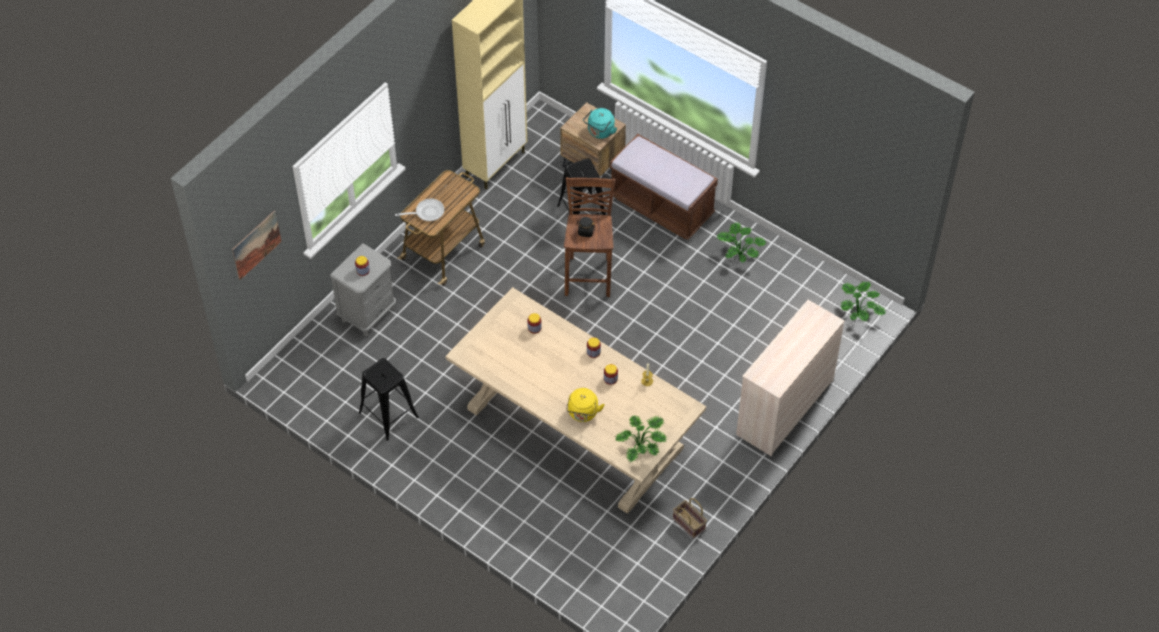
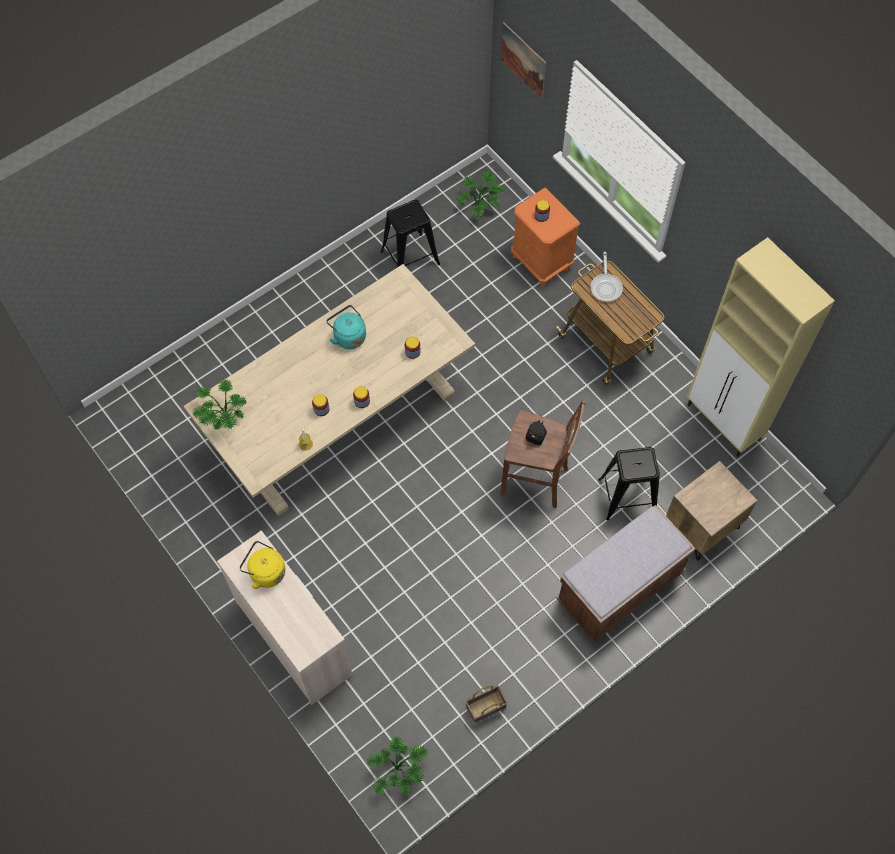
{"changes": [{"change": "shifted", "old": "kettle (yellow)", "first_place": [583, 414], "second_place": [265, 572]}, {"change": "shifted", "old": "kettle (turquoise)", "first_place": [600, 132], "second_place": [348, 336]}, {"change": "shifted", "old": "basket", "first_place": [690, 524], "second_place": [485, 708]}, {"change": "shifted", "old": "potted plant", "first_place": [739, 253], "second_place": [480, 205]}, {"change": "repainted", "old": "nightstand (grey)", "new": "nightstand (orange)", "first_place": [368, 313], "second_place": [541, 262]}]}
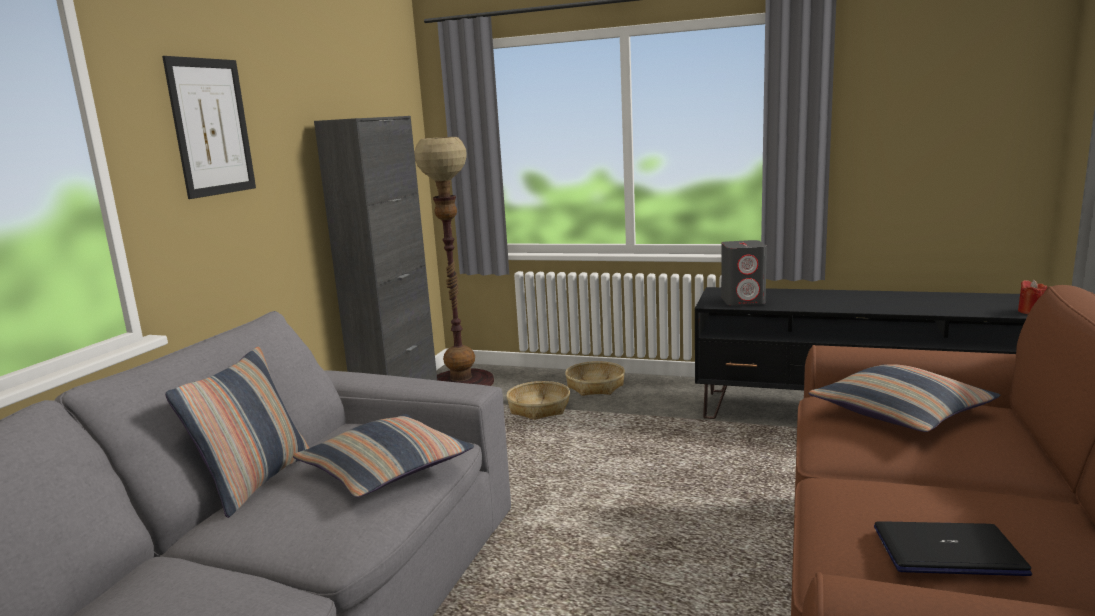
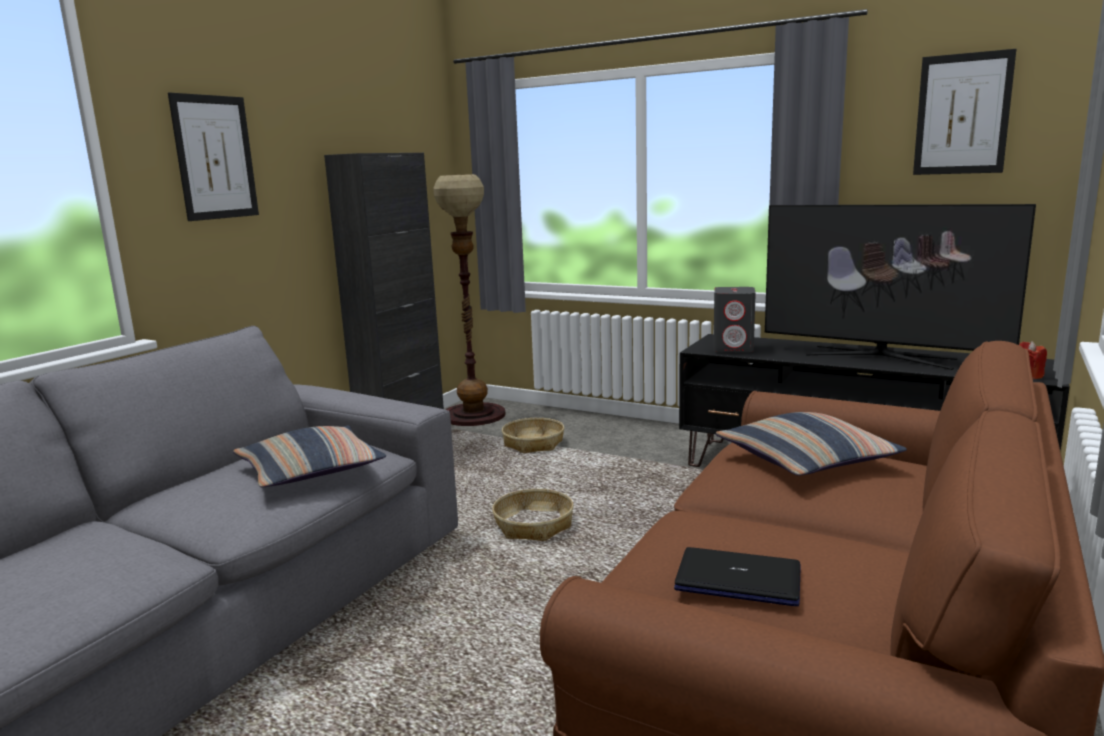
{"changes": [{"change": "gone", "old": "pillow", "first_place": [255, 482]}, {"change": "new", "new": "television", "second_place": [879, 356]}, {"change": "new", "new": "picture", "second_place": [962, 114]}, {"change": "shifted", "old": "basket", "first_place": [595, 386], "second_place": [534, 525]}]}
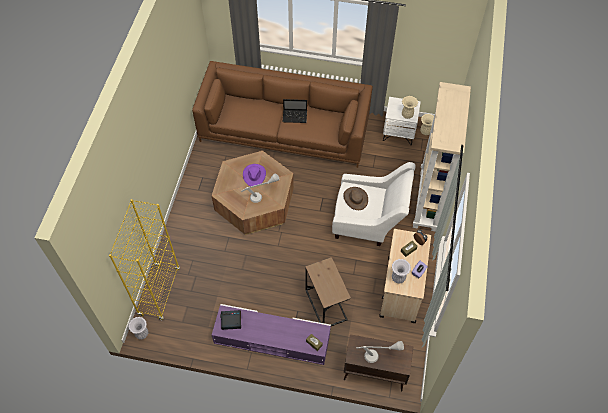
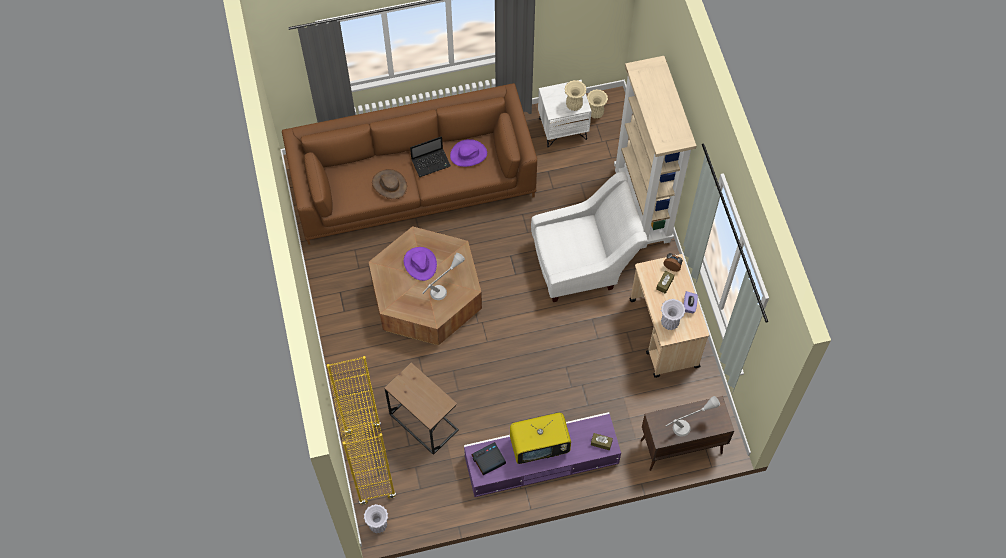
{"changes": [{"change": "new", "new": "hat (purple)", "second_place": [468, 154]}, {"change": "new", "new": "television", "second_place": [539, 446]}, {"change": "shifted", "old": "side table (brown)", "first_place": [325, 304], "second_place": [423, 422]}, {"change": "shifted", "old": "hat (brown)", "first_place": [355, 198], "second_place": [389, 185]}]}
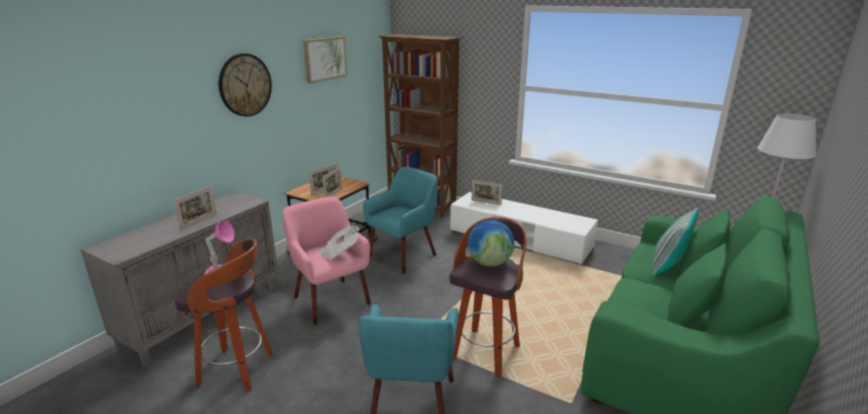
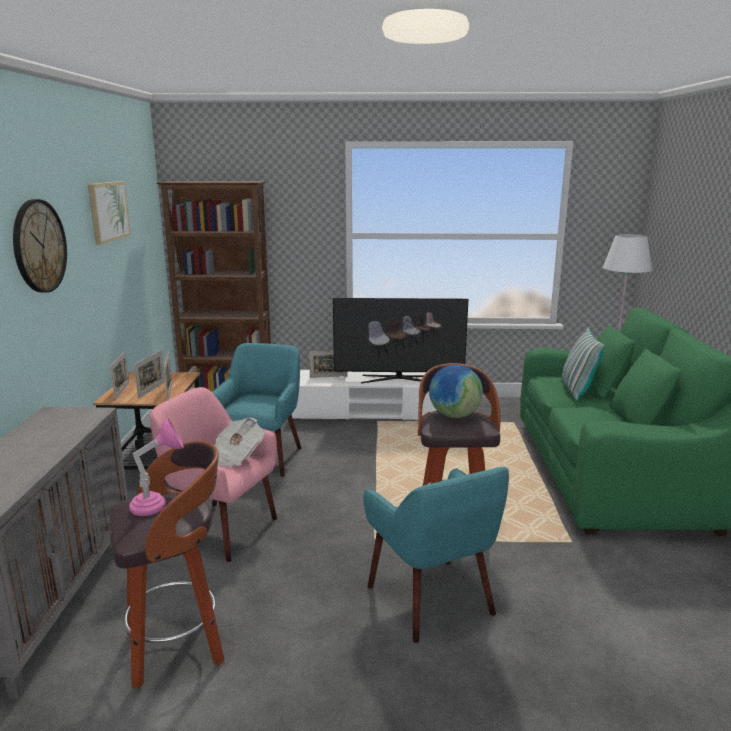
{"changes": [{"change": "new", "new": "television", "second_place": [398, 379]}, {"change": "shifted", "old": "picture frame", "first_place": [199, 222], "second_place": [122, 391]}]}
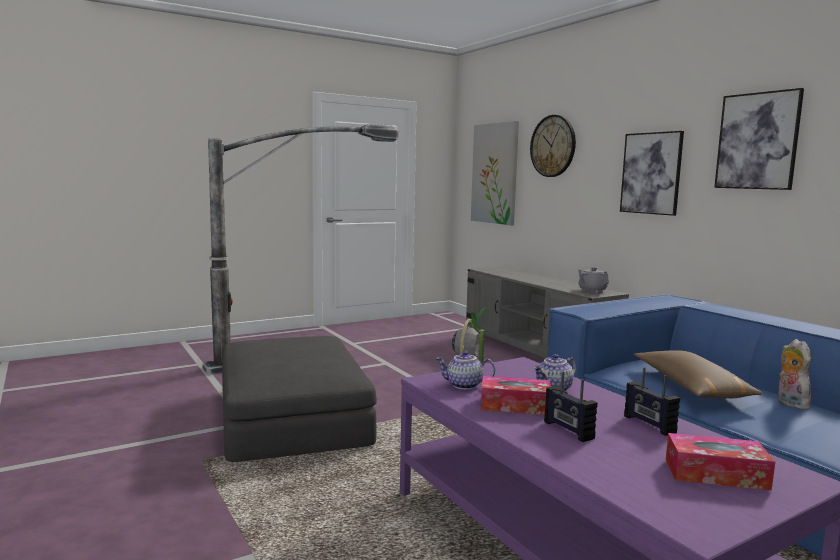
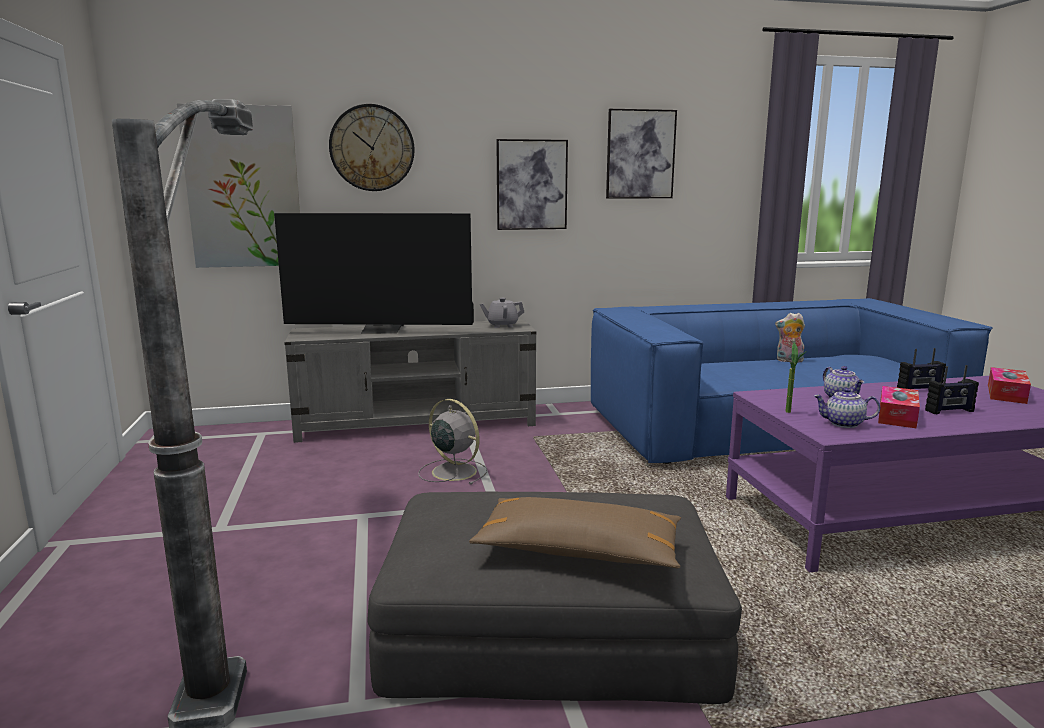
{"changes": [{"change": "new", "new": "television", "second_place": [382, 330]}, {"change": "shifted", "old": "pillow (brown)", "first_place": [691, 386], "second_place": [578, 550]}, {"change": "rotated", "old": "teapot", "first_place": [464, 385], "second_place": [843, 424], "degrees": 75}]}
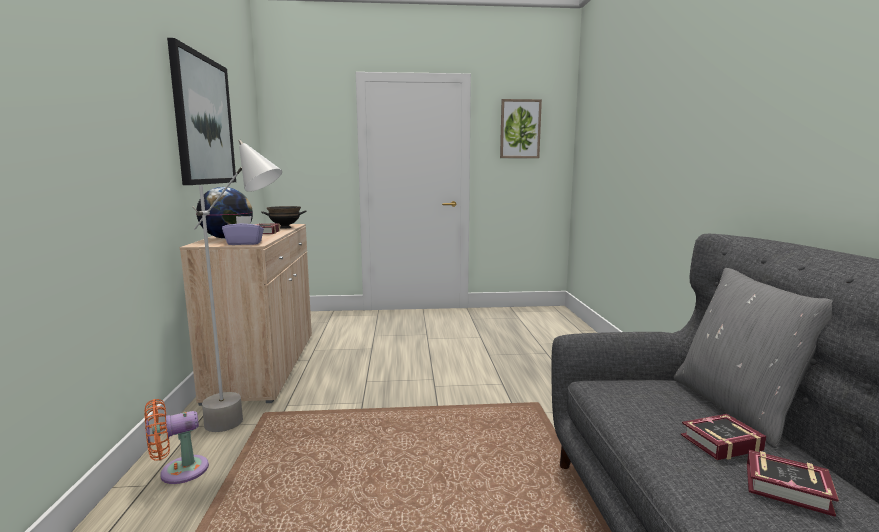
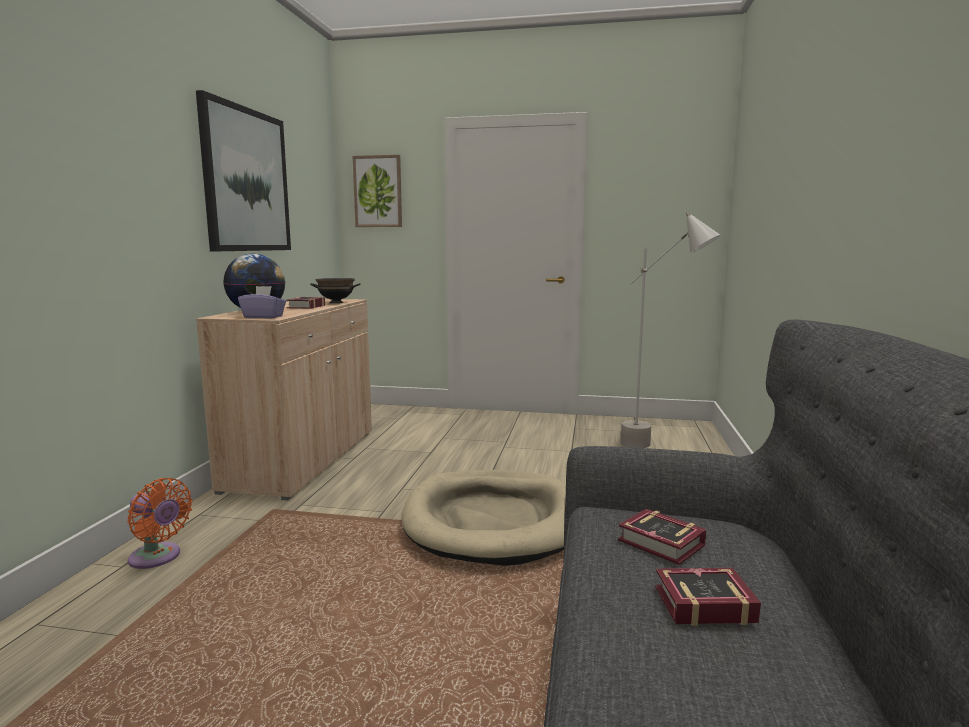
{"changes": [{"change": "gone", "old": "pillow (grey)", "first_place": [738, 407]}, {"change": "new", "new": "dog bed (beige)", "second_place": [493, 521]}, {"change": "shifted", "old": "floor lamp (grey)", "first_place": [250, 426], "second_place": [660, 447]}, {"change": "shifted", "old": "picture", "first_place": [520, 129], "second_place": [378, 191]}, {"change": "shifted", "old": "book", "first_place": [791, 491], "second_place": [663, 545]}, {"change": "rotated", "old": "fan (orange)", "first_place": [178, 471], "second_place": [157, 558], "degrees": -135}]}
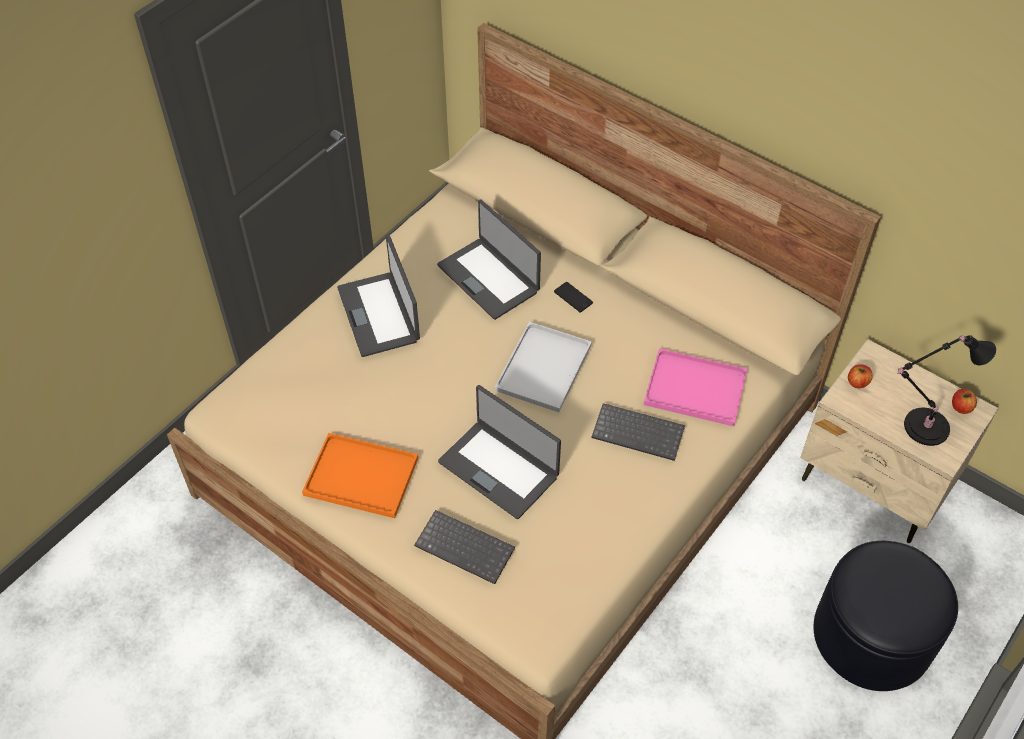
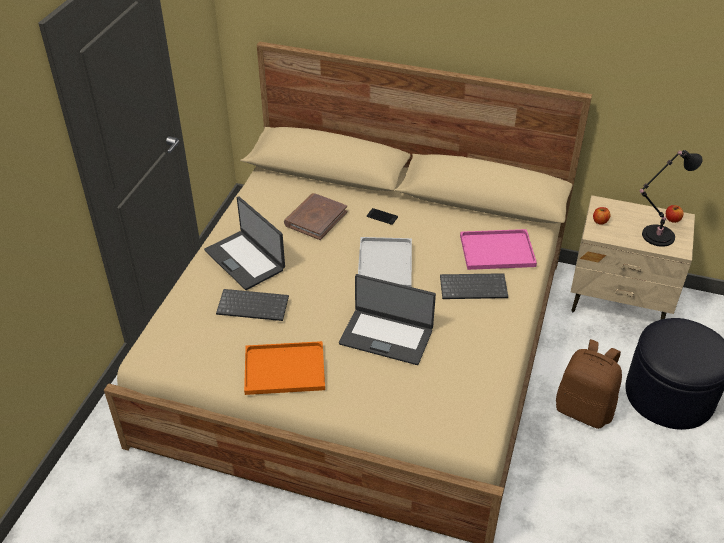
{"changes": [{"change": "new", "new": "backpack (brown)", "second_place": [584, 409]}, {"change": "shifted", "old": "keyboard", "first_place": [466, 547], "second_place": [254, 305]}, {"change": "swapped", "old": "laptop", "new": "book (brown)", "first_place": [489, 278], "second_place": [315, 218]}]}
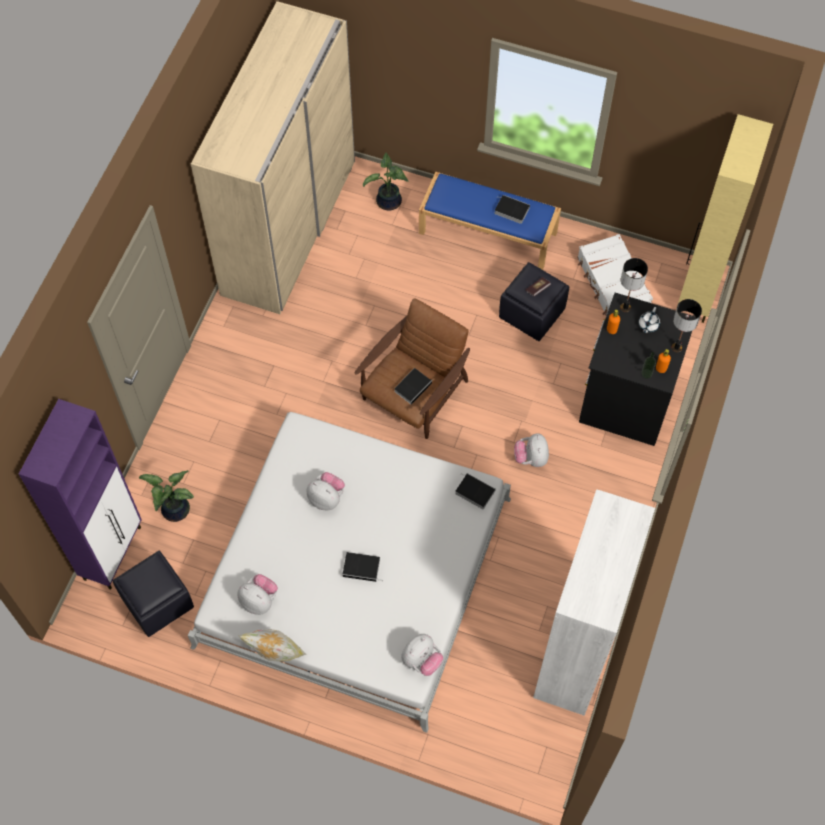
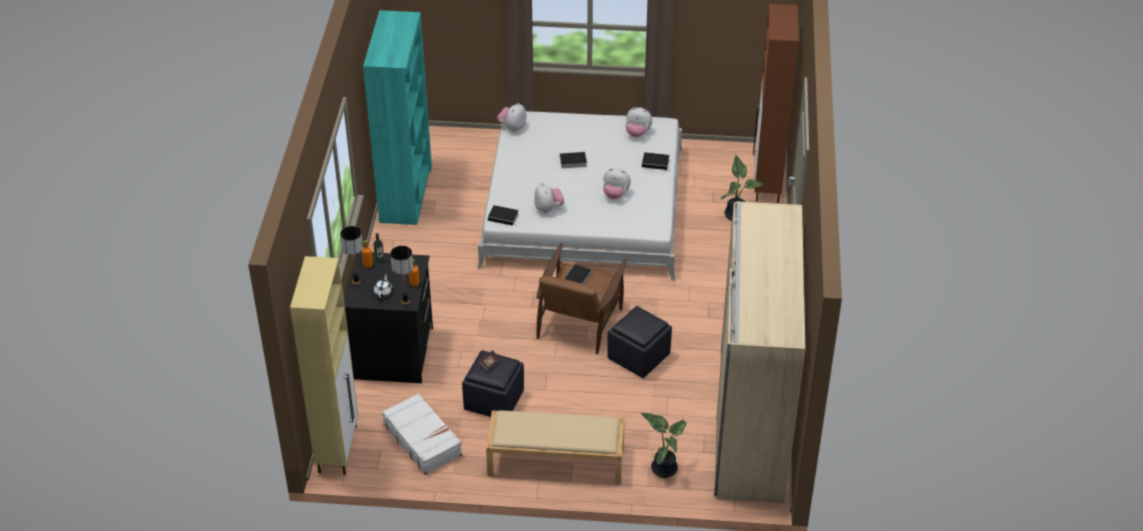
{"changes": [{"change": "gone", "old": "pillow", "first_place": [275, 653]}, {"change": "shifted", "old": "ottoman (black)", "first_place": [157, 601], "second_place": [639, 357]}, {"change": "shifted", "old": "book", "first_place": [510, 210], "second_place": [656, 162]}, {"change": "shifted", "old": "plush toy", "first_place": [531, 458], "second_place": [548, 208]}, {"change": "repainted", "old": "cabinet (purple)", "new": "cabinet (brown)", "first_place": [113, 552], "second_place": [767, 185]}, {"change": "repainted", "old": "bench (blue)", "new": "bench (beige)", "first_place": [489, 232], "second_place": [555, 461]}, {"change": "repainted", "old": "bookcase (white)", "new": "bookcase (turquoise)", "first_place": [576, 652], "second_place": [406, 194]}]}
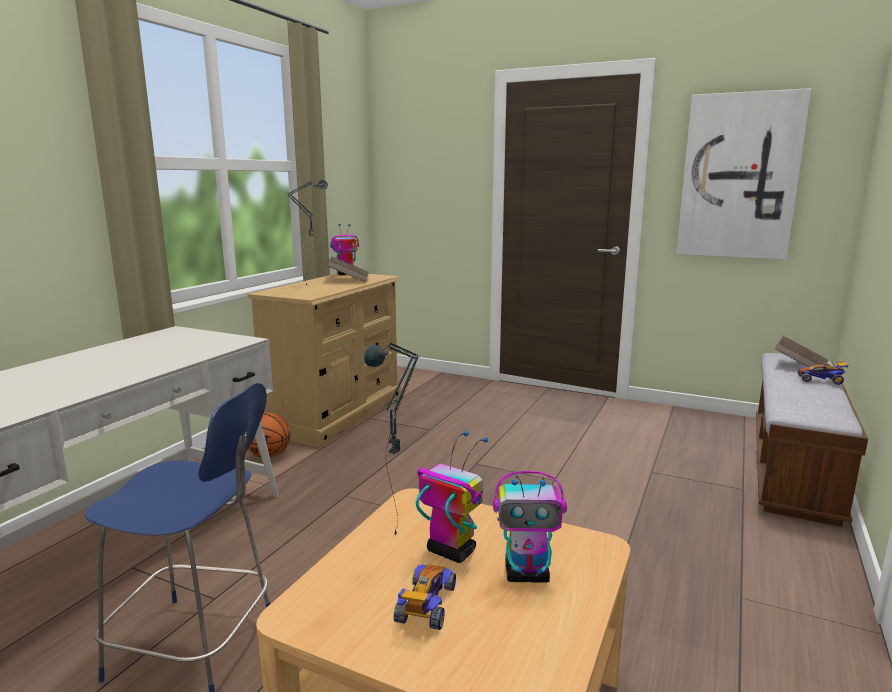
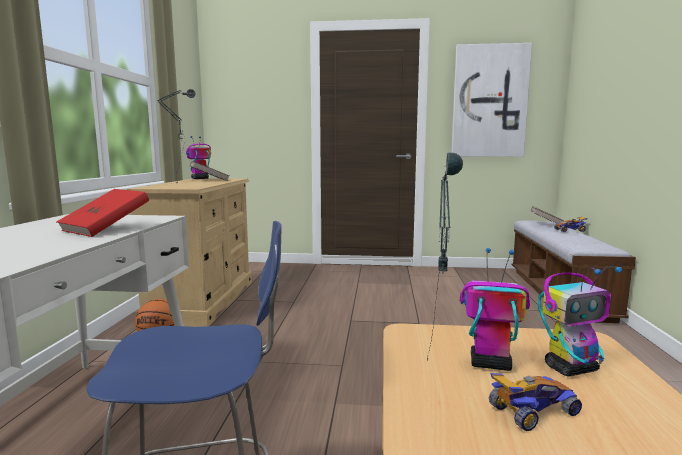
{"changes": [{"change": "new", "new": "book (red)", "second_place": [106, 229]}, {"change": "rotated", "old": "toy car", "first_place": [426, 607], "second_place": [532, 412], "degrees": 75}]}
